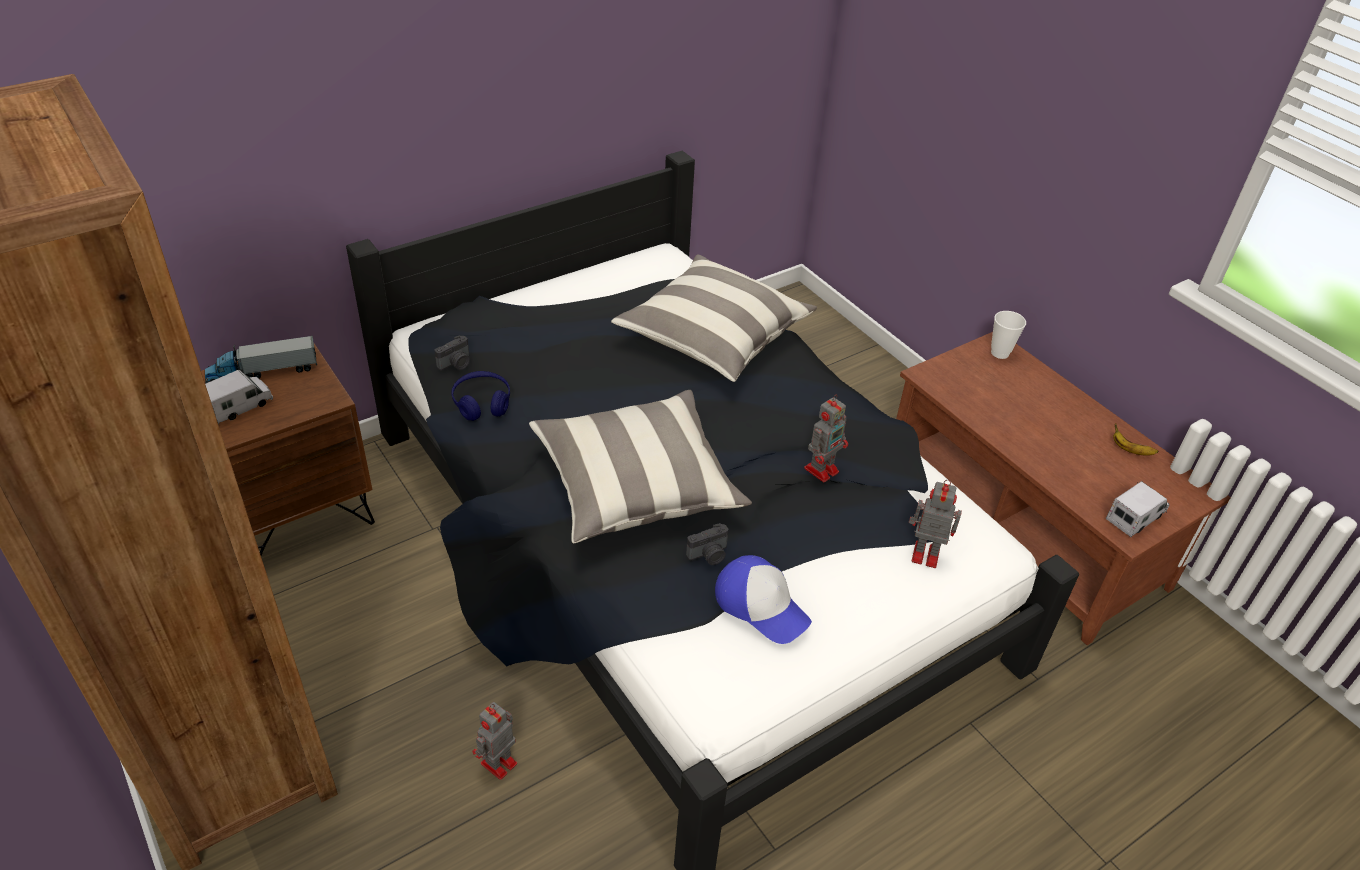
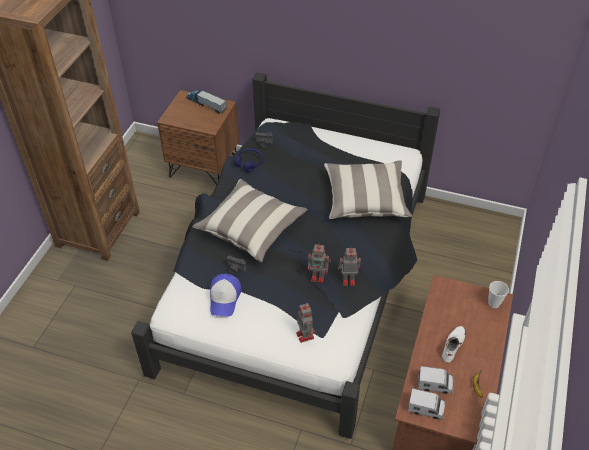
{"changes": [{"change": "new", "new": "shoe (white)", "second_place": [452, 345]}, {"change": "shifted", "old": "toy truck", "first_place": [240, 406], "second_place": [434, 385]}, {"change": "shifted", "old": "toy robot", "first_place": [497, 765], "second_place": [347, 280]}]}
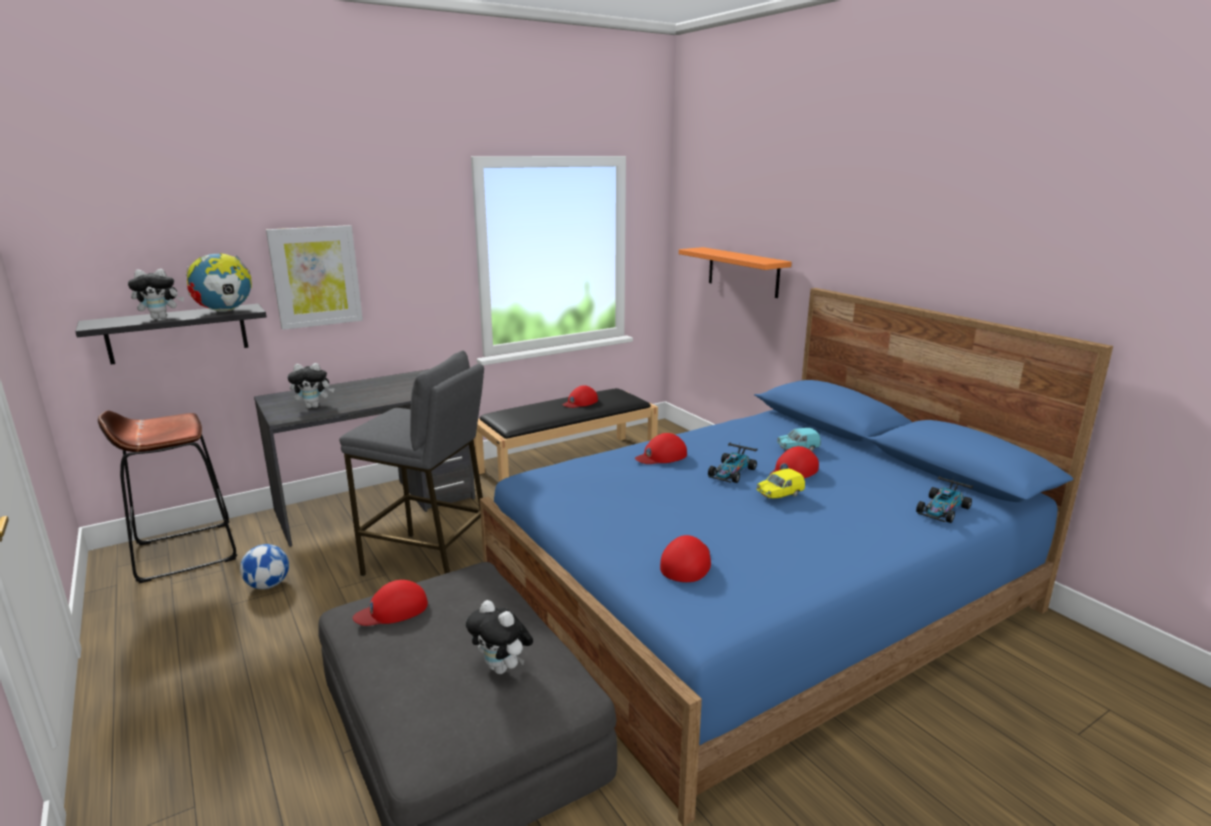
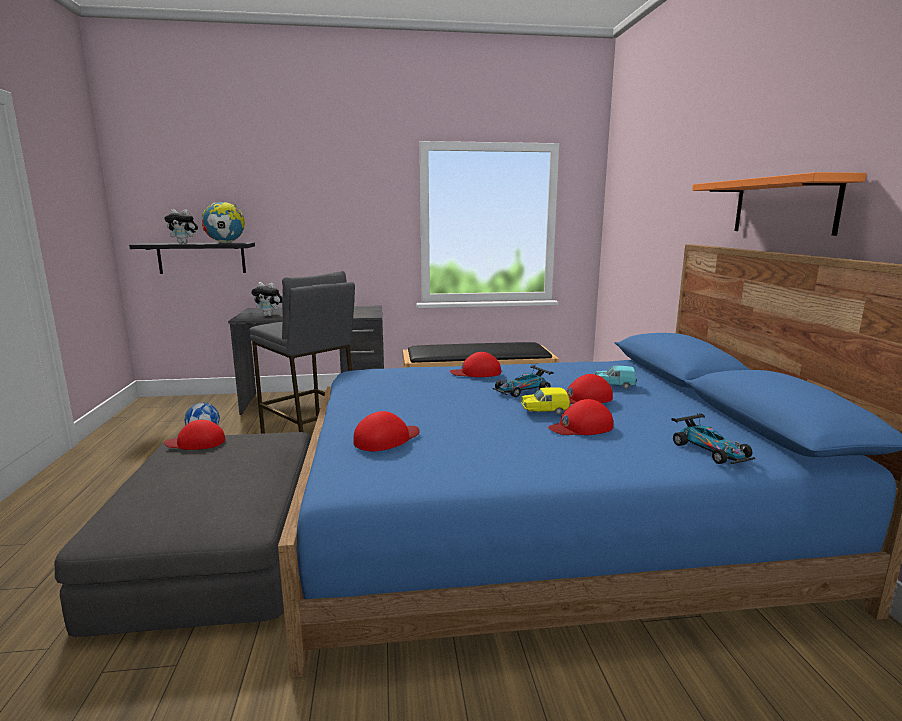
{"changes": [{"change": "gone", "old": "stool (brown)", "first_place": [185, 551]}, {"change": "gone", "old": "picture", "first_place": [316, 276]}, {"change": "gone", "old": "plush toy", "first_place": [502, 668]}, {"change": "shifted", "old": "cap (red)", "first_place": [580, 402], "second_place": [581, 427]}, {"change": "shifted", "old": "shelf (orange)", "first_place": [743, 272], "second_place": [784, 206]}, {"change": "rotated", "old": "toy car", "first_place": [942, 509], "second_place": [710, 450], "degrees": -90}]}
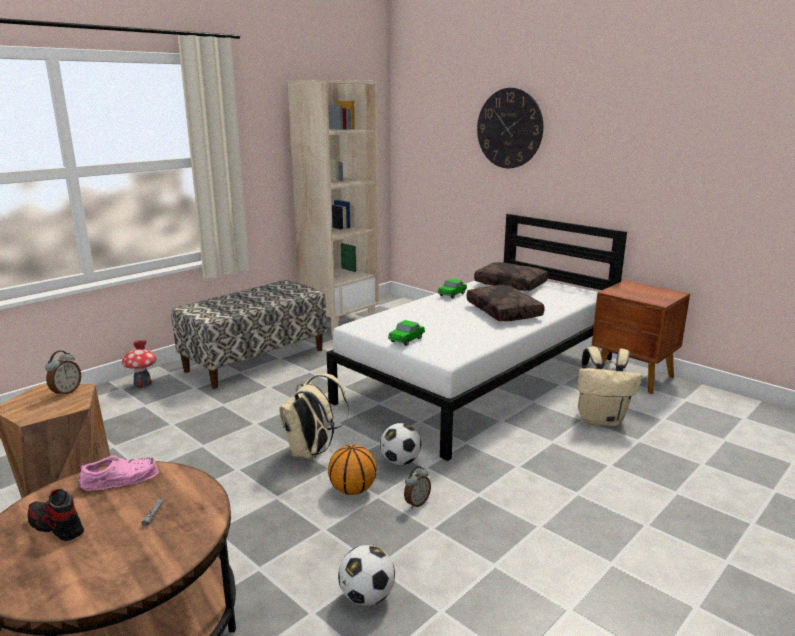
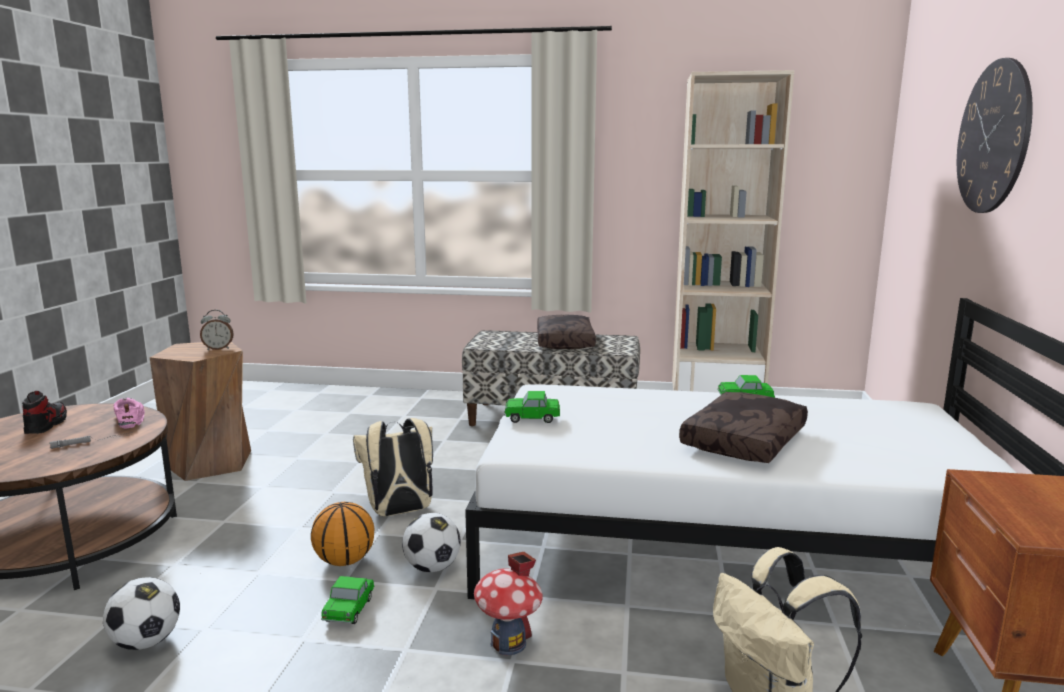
{"changes": [{"change": "shifted", "old": "toy house", "first_place": [143, 384], "second_place": [508, 643]}, {"change": "shifted", "old": "pillow (brown)", "first_place": [511, 284], "second_place": [566, 342]}, {"change": "swapped", "old": "alarm clock", "new": "toy car", "first_place": [416, 503], "second_place": [349, 610]}, {"change": "rotated", "old": "shoe (pink)", "first_place": [120, 478], "second_place": [129, 418], "degrees": -150}]}
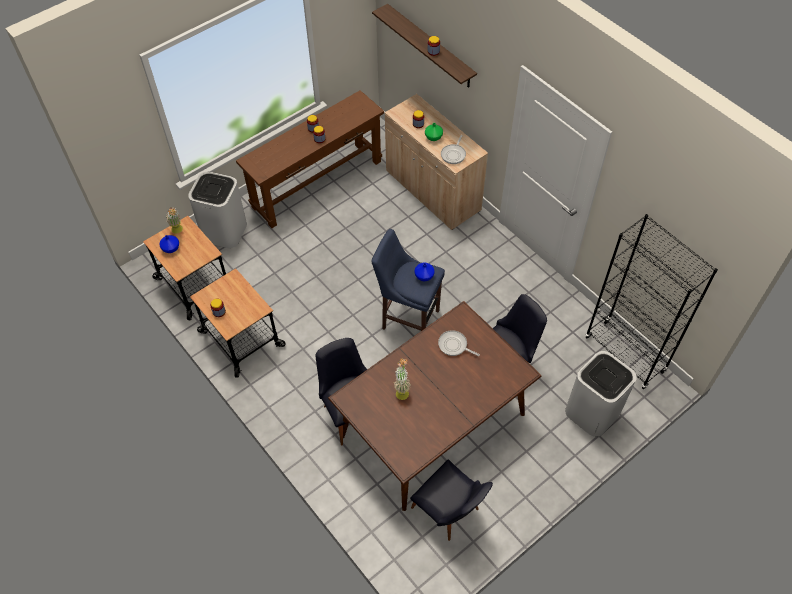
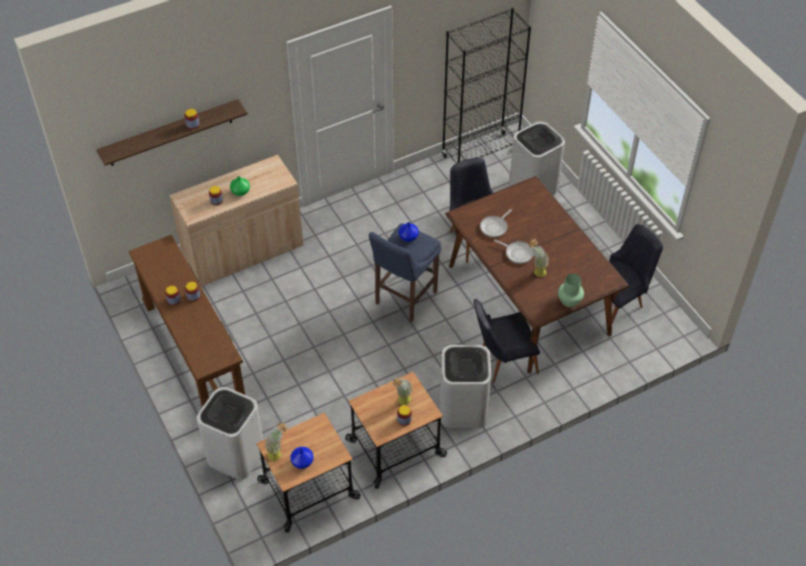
{"changes": [{"change": "new", "new": "potted plant", "second_place": [402, 402]}, {"change": "new", "new": "trash can (white)", "second_place": [463, 409]}, {"change": "new", "new": "vase (green)", "second_place": [569, 301]}, {"change": "shifted", "old": "frying pan", "first_place": [454, 154], "second_place": [517, 253]}]}
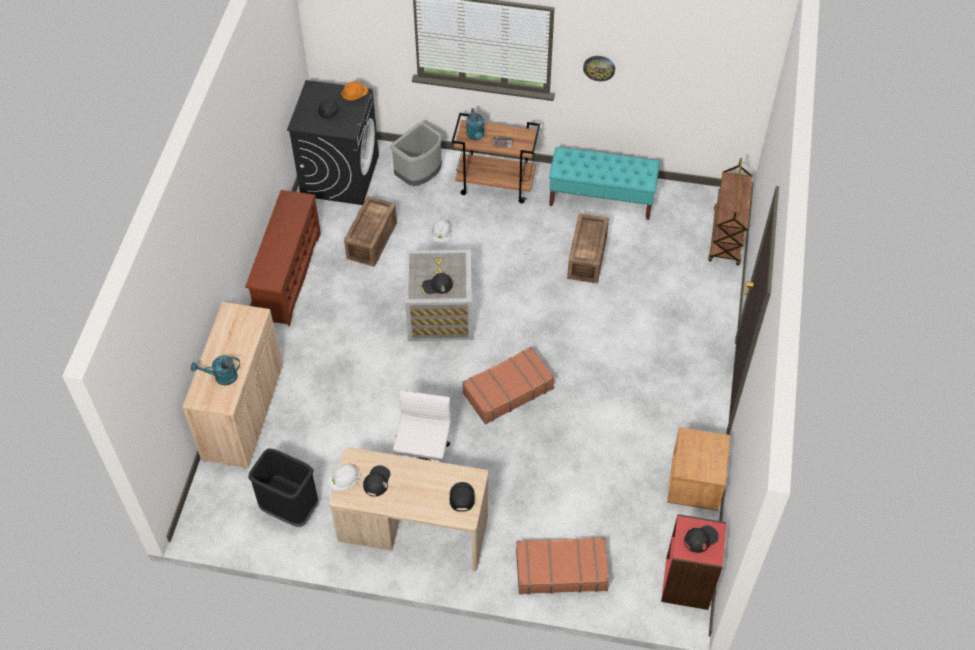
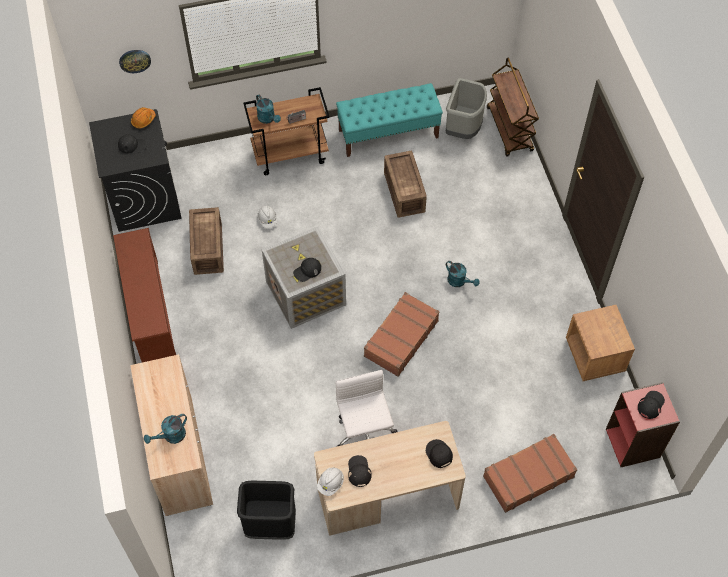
{"changes": [{"change": "new", "new": "watering can (turquoise)", "second_place": [459, 281]}, {"change": "shifted", "old": "trash can (grey)", "first_place": [419, 176], "second_place": [463, 128]}, {"change": "shifted", "old": "wall clock", "first_place": [599, 67], "second_place": [135, 60]}]}
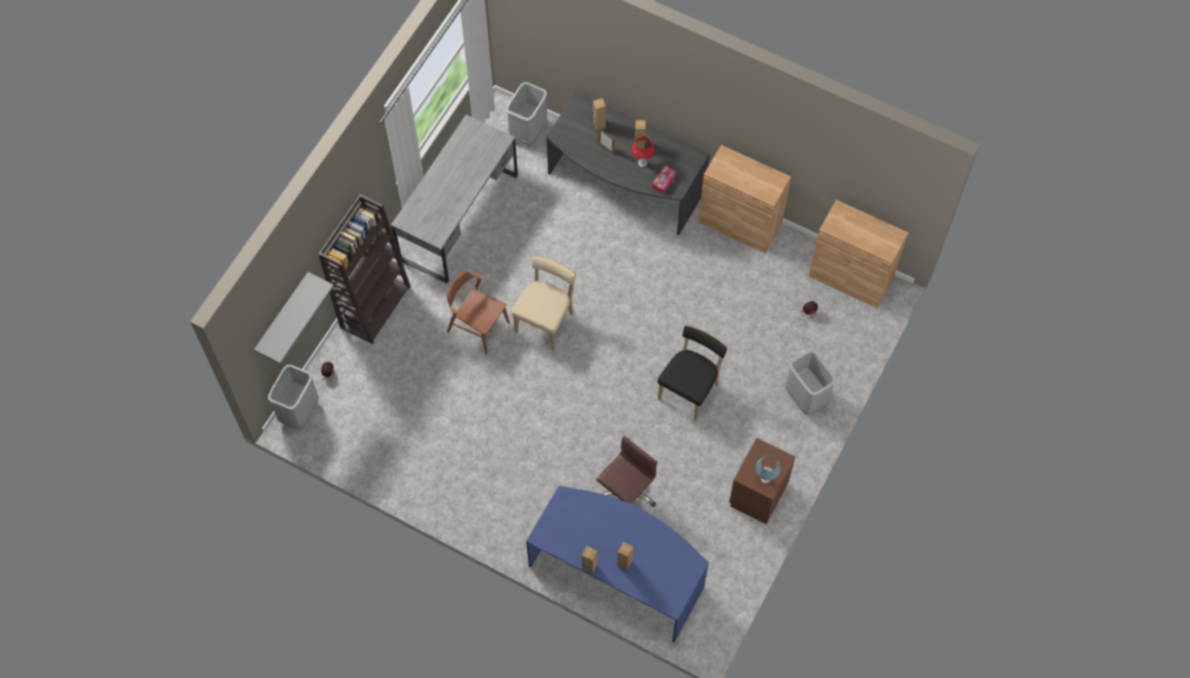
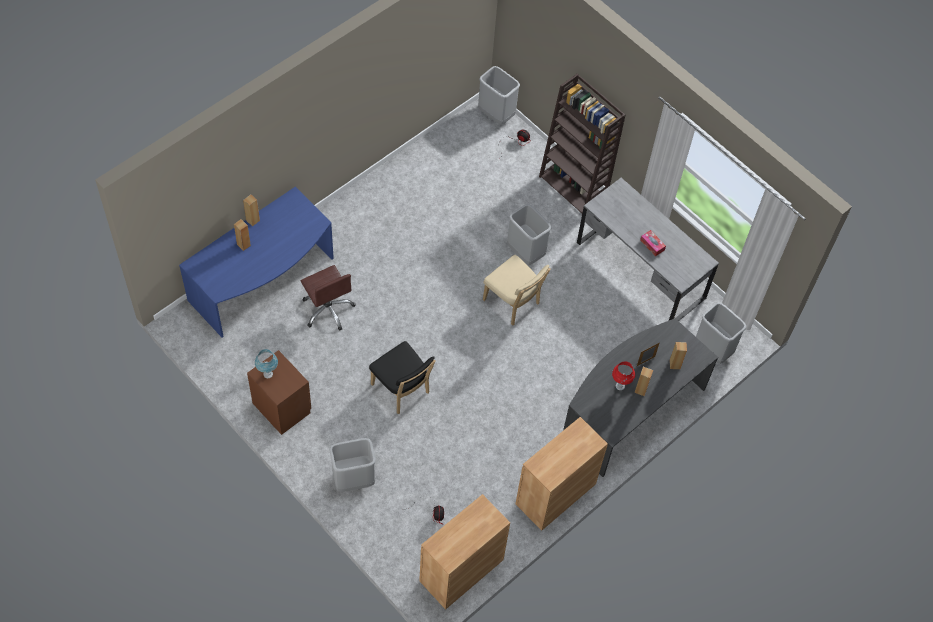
{"changes": [{"change": "gone", "old": "shelf (grey)", "first_place": [283, 315]}, {"change": "shifted", "old": "tissue box", "first_place": [664, 182], "second_place": [652, 245]}, {"change": "swapped", "old": "chair (brown)", "new": "trash can (grey)", "first_place": [478, 327], "second_place": [526, 252]}]}
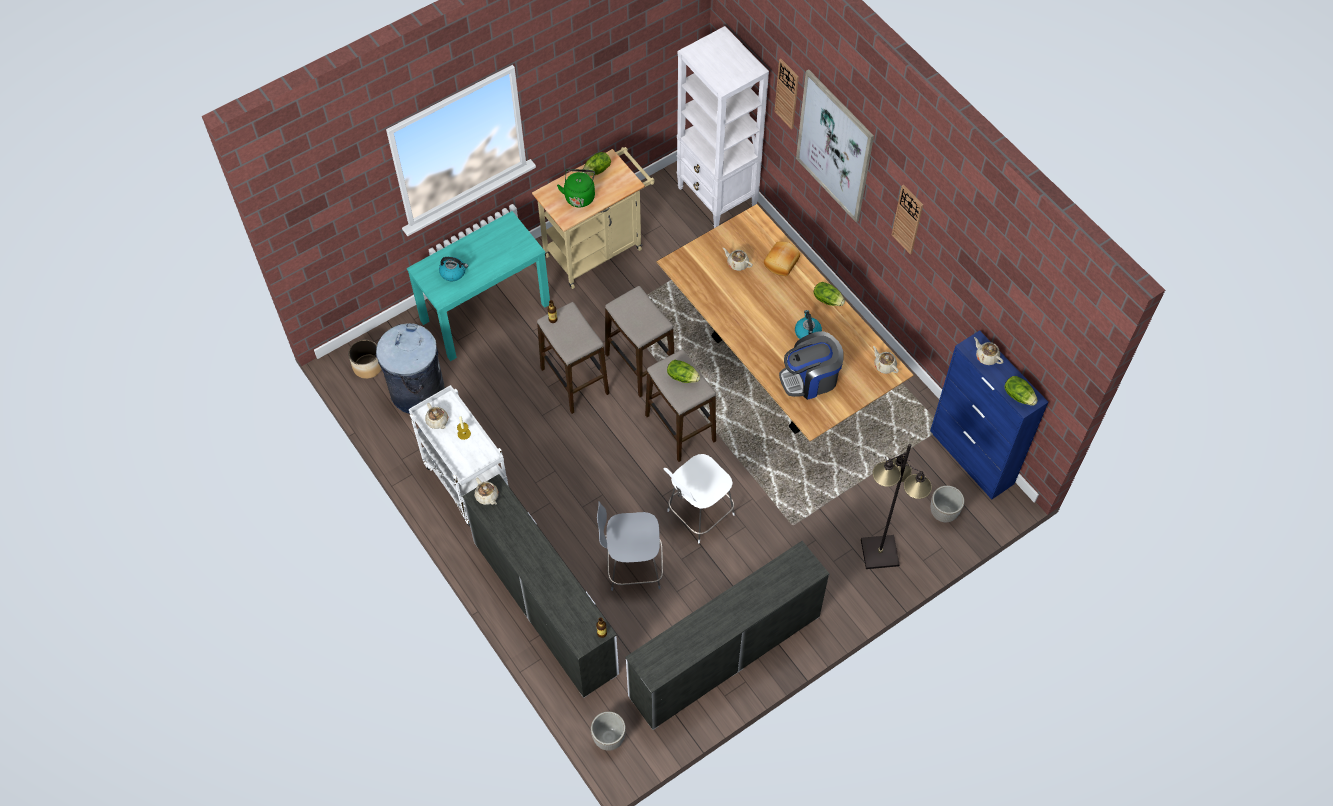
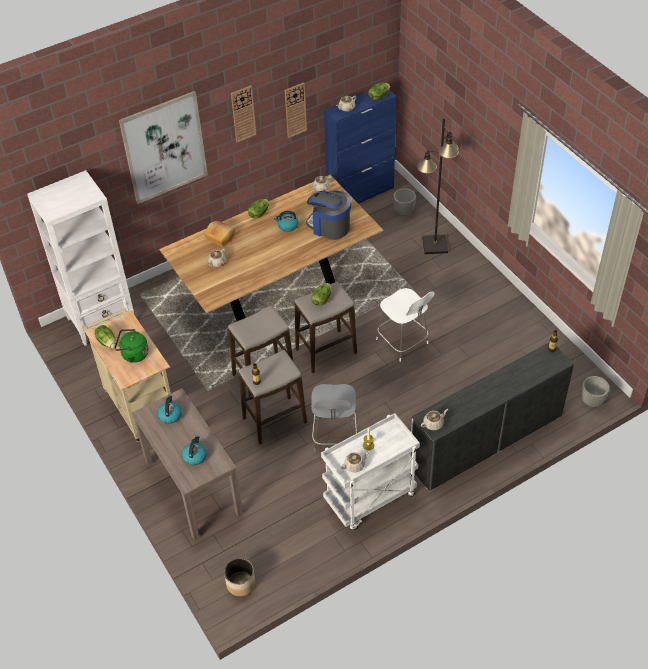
{"changes": [{"change": "gone", "old": "trash can (grey)", "first_place": [417, 391]}, {"change": "gone", "old": "dresser (white)", "first_place": [724, 655]}, {"change": "new", "new": "kettle", "second_place": [170, 415]}, {"change": "shifted", "old": "chair (grey)", "first_place": [632, 567], "second_place": [334, 437]}, {"change": "shifted", "old": "wall clock", "first_place": [787, 94], "second_place": [295, 110]}, {"change": "repainted", "old": "console table (turquoise)", "new": "console table (brown)", "first_place": [486, 312], "second_place": [192, 487]}, {"change": "rotated", "old": "coffee machine", "first_place": [810, 378], "second_place": [329, 226], "degrees": 135}]}
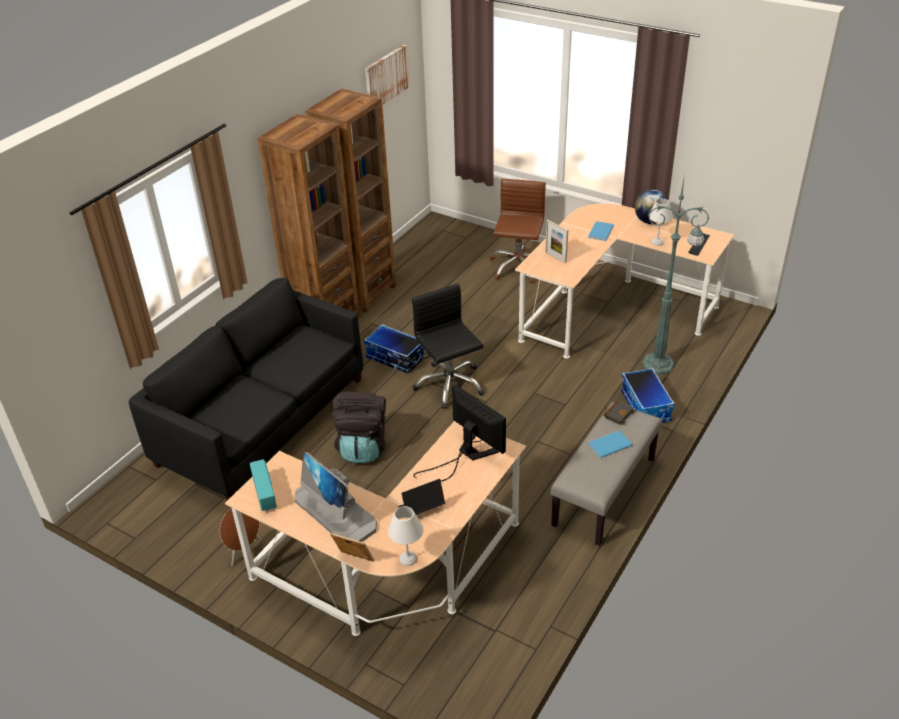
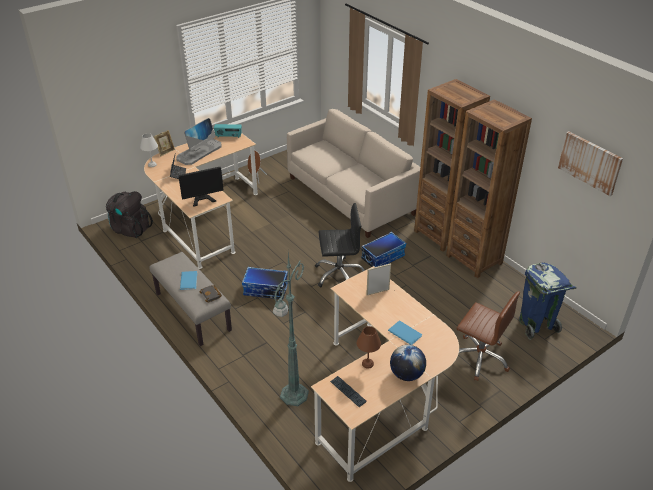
{"changes": [{"change": "new", "new": "trash can (blue)", "second_place": [536, 325]}, {"change": "shifted", "old": "backpack (black)", "first_place": [363, 447], "second_place": [130, 229]}, {"change": "shifted", "old": "storage box", "first_place": [646, 406], "second_place": [265, 290]}, {"change": "repainted", "old": "sofa (black)", "new": "sofa (beige)", "first_place": [262, 421], "second_place": [351, 196]}, {"change": "repainted", "old": "table lamp (white)", "new": "table lamp (brown)", "first_place": [656, 242], "second_place": [368, 363]}, {"change": "rotated", "old": "monitor", "first_place": [335, 512], "second_place": [199, 152], "degrees": 150}]}
